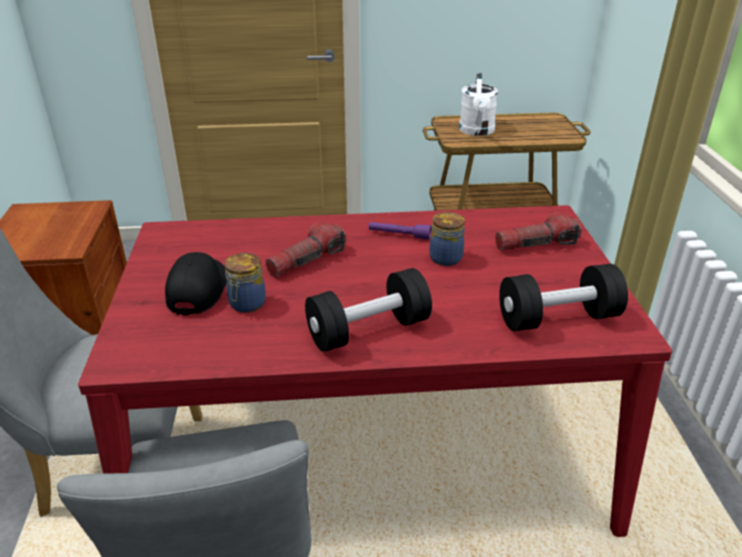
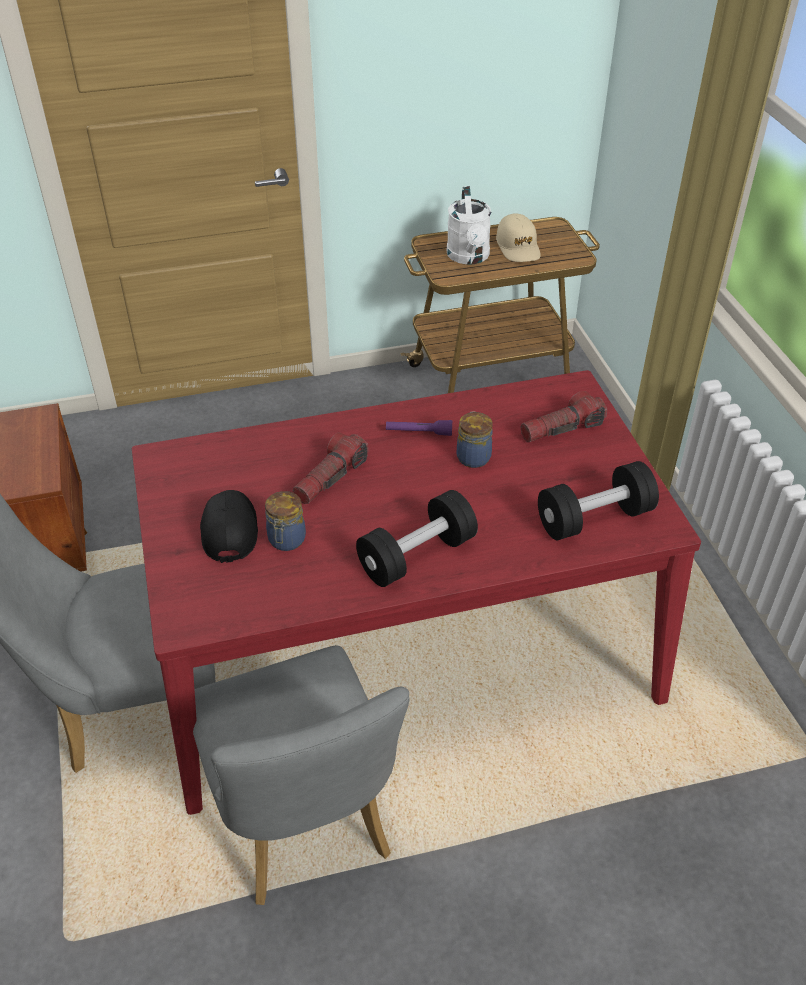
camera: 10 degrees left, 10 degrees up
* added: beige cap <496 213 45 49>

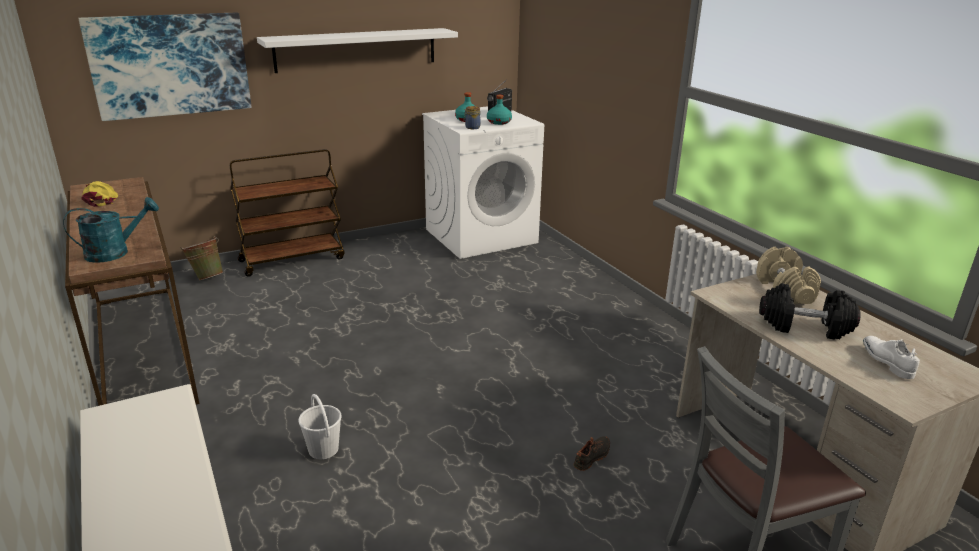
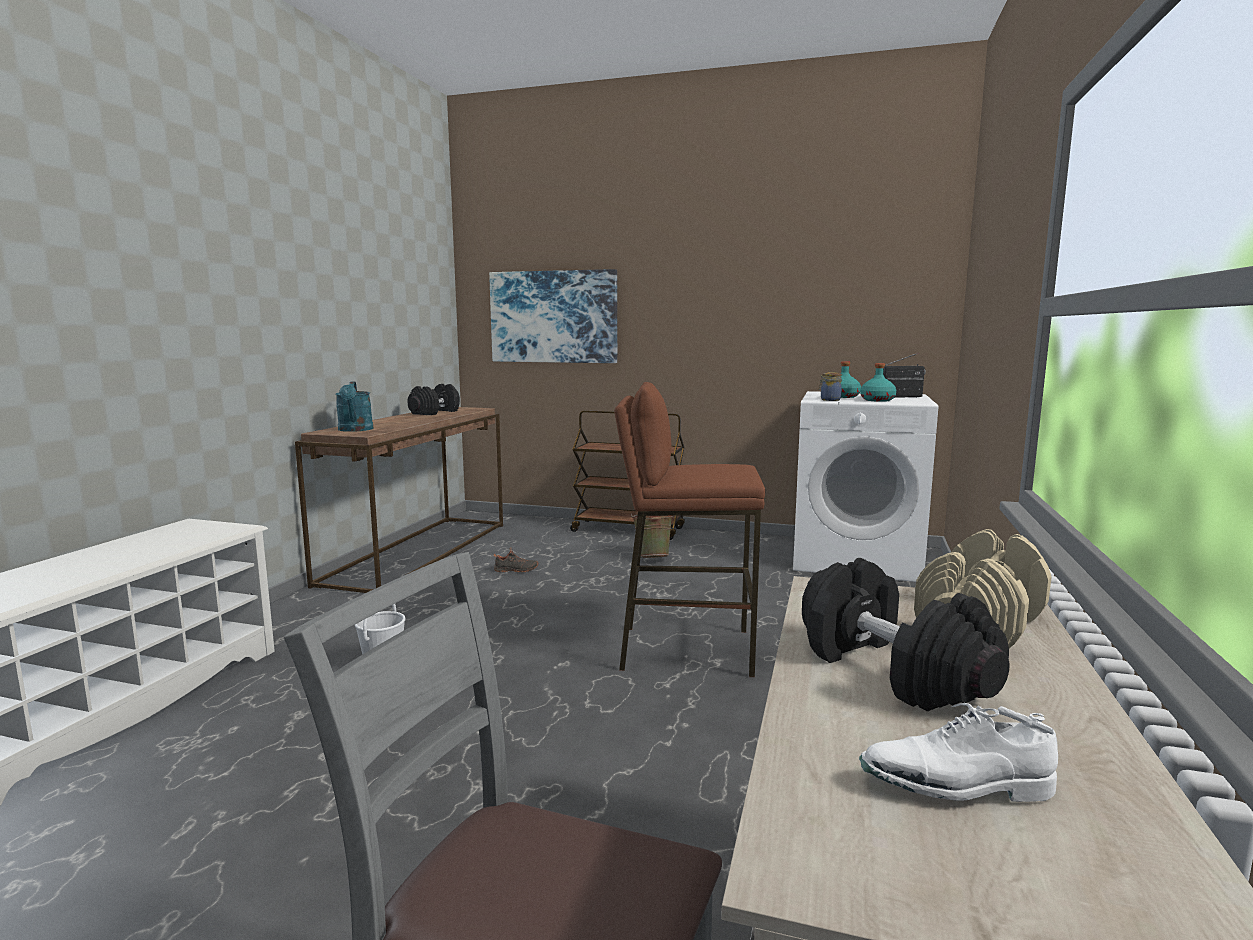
camera: 45 degrees right, 15 degrees down
* removed: white shelf <257 28 201 45>
* replaced: yellow cap <81 181 37 26> to black dumbbell <407 384 53 31>
* turned: turquoise watering can <63 197 96 66> = <335 382 38 50> 60 degrees clockwise
* moved: green bucket <180 236 43 44> to <631 514 42 44>
* turned: white shoe <863 336 57 43> = <859 703 199 99> 120 degrees counterclockwise
* moved: black shoe <574 436 36 35> to <494 547 44 25>
* added: brown stool <614 382 151 295>

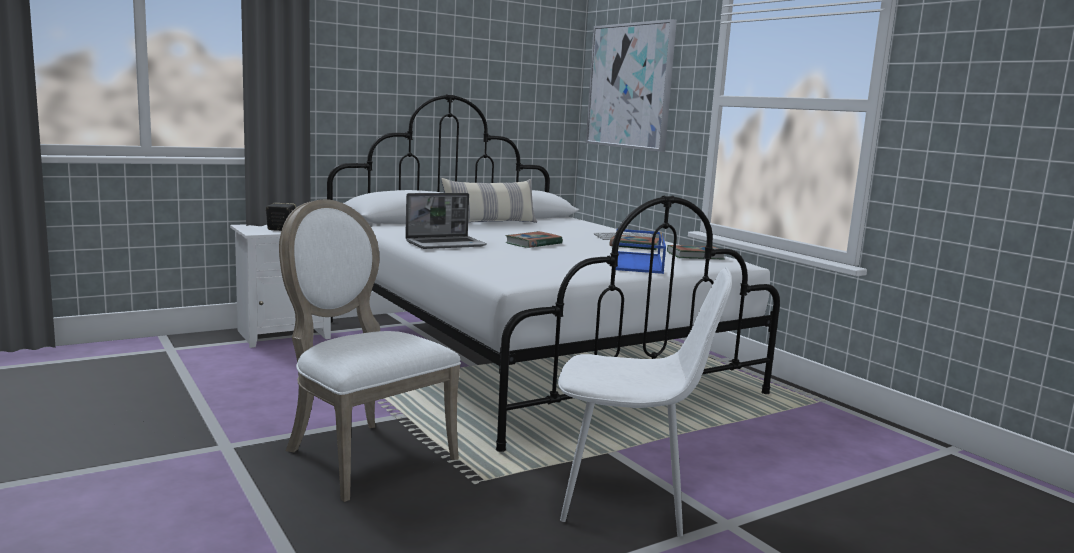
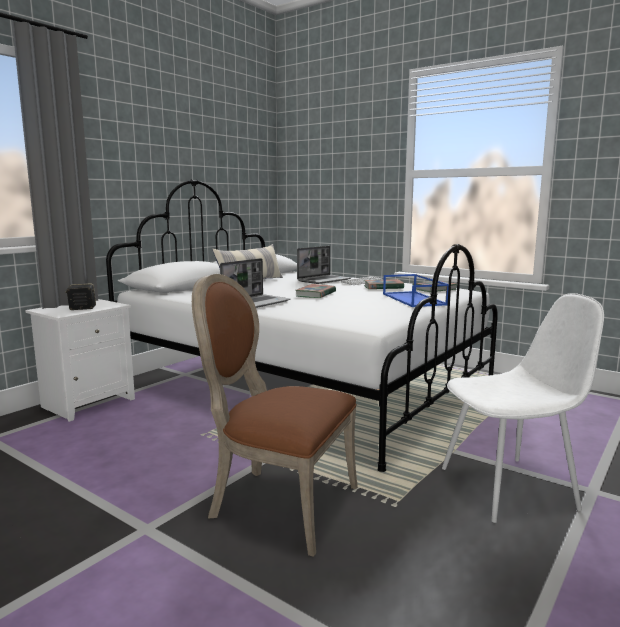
camera: 20 degrees left, 0 degrees up
* removed: picture <586 19 91 133>
* recoloured: white chair <279 199 182 303> to brown chair <192 274 166 283>
* added: laptop <297 246 54 38>

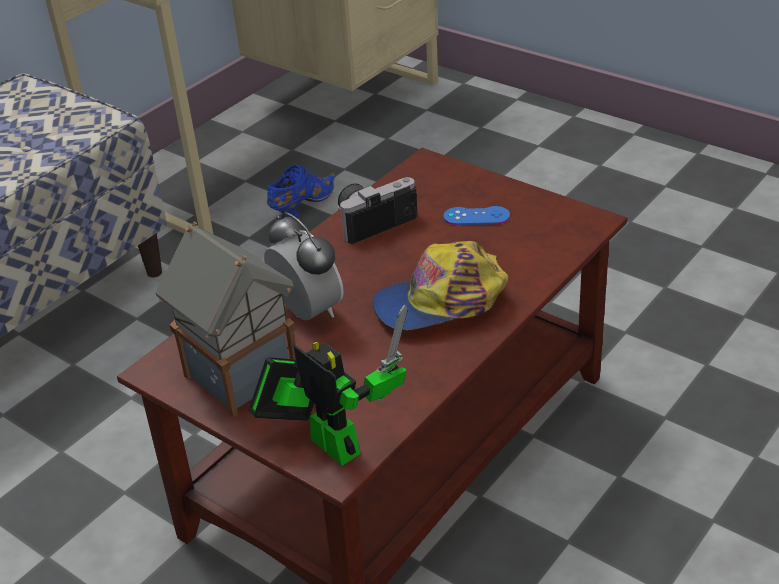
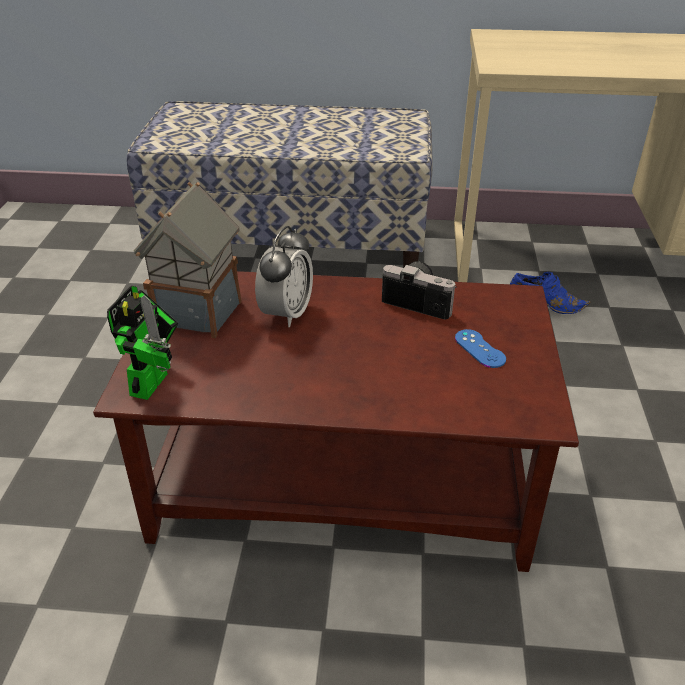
camera: 55 degrees right, 0 degrees up
* removed: cap <373 241 135 89>

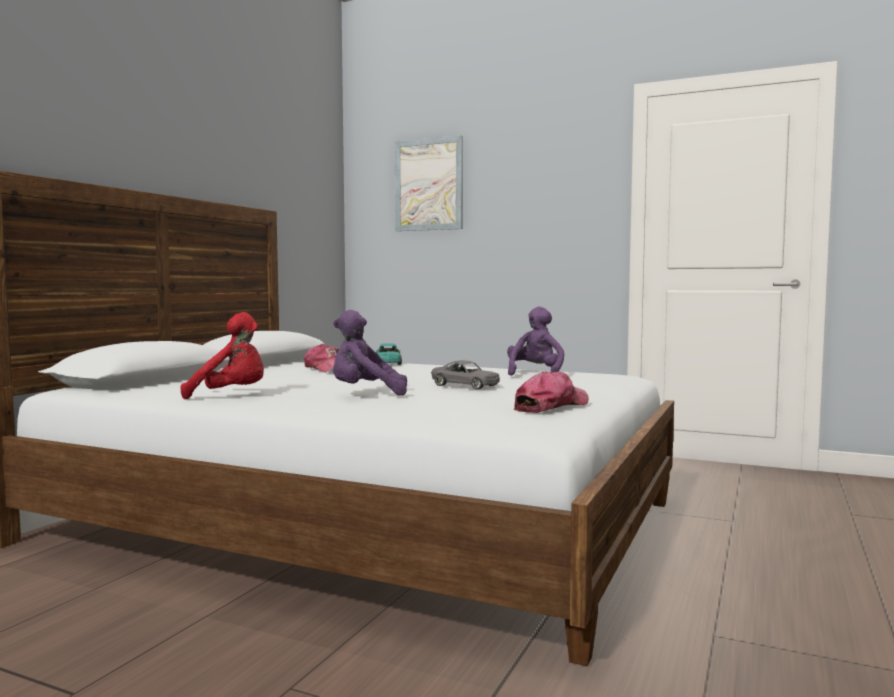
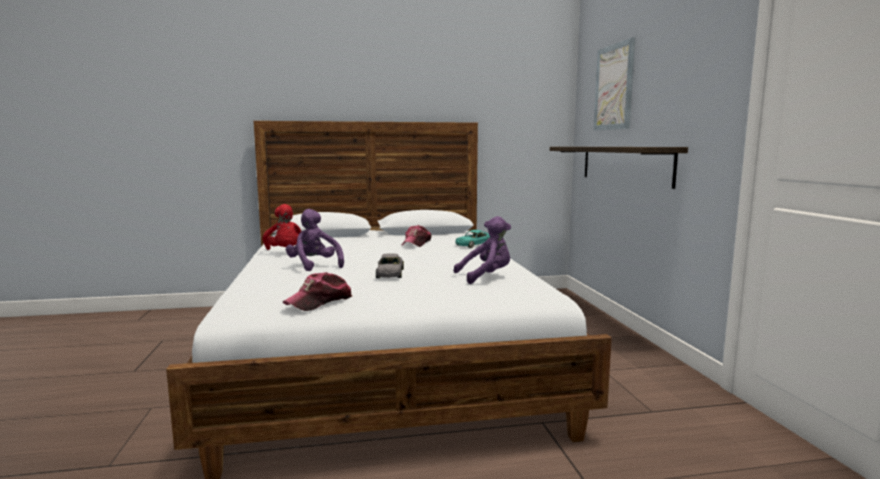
camera: 55 degrees right, 5 degrees up
* turned: cap <513 371 76 42> = <283 272 69 39> 120 degrees clockwise
* added: shelf <550 147 138 42>

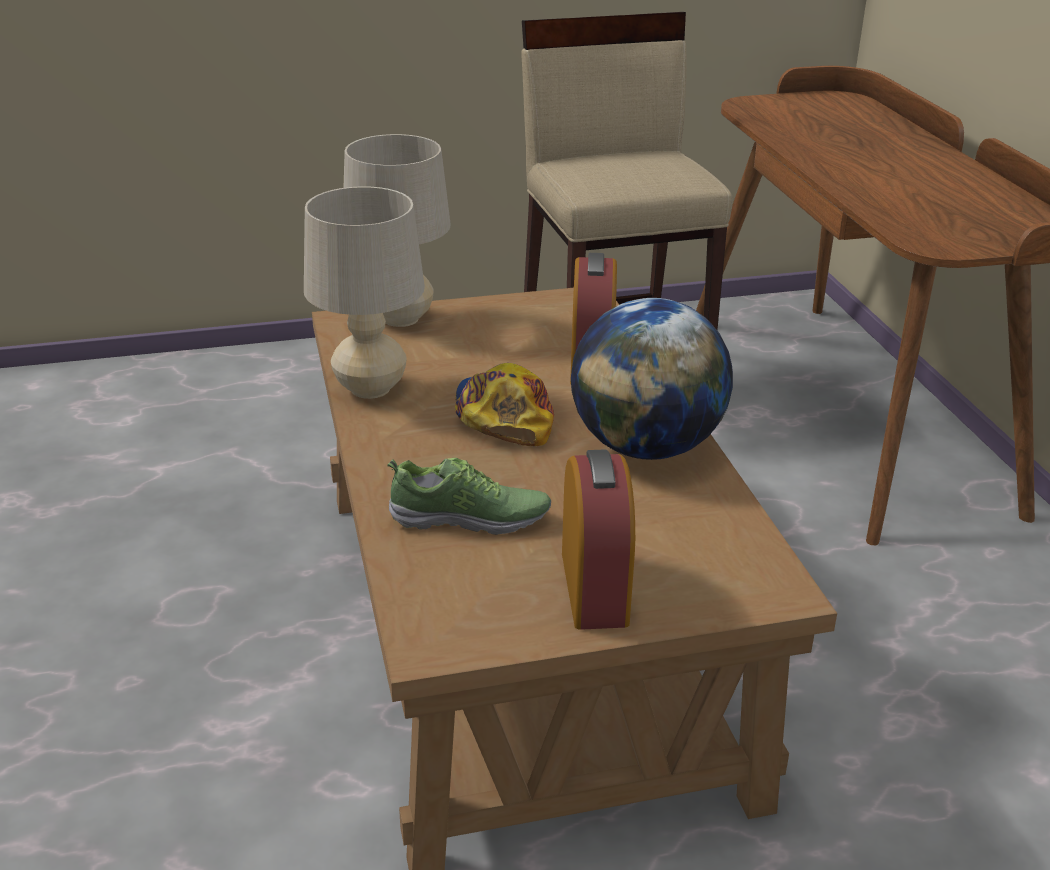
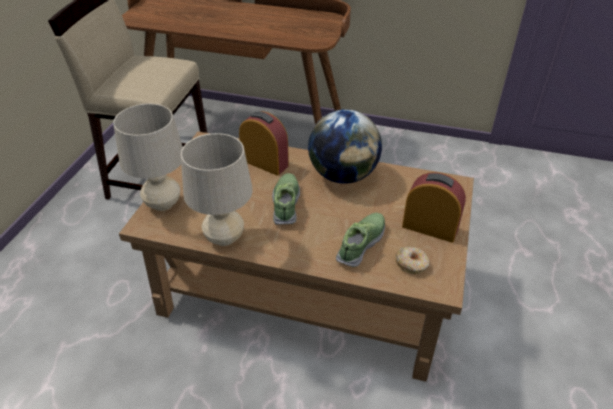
camera: 60 degrees left, 10 degrees up
* replaced: cap <455 363 99 83> to shoe <272 173 28 52>
* added: donut <395 246 35 28>

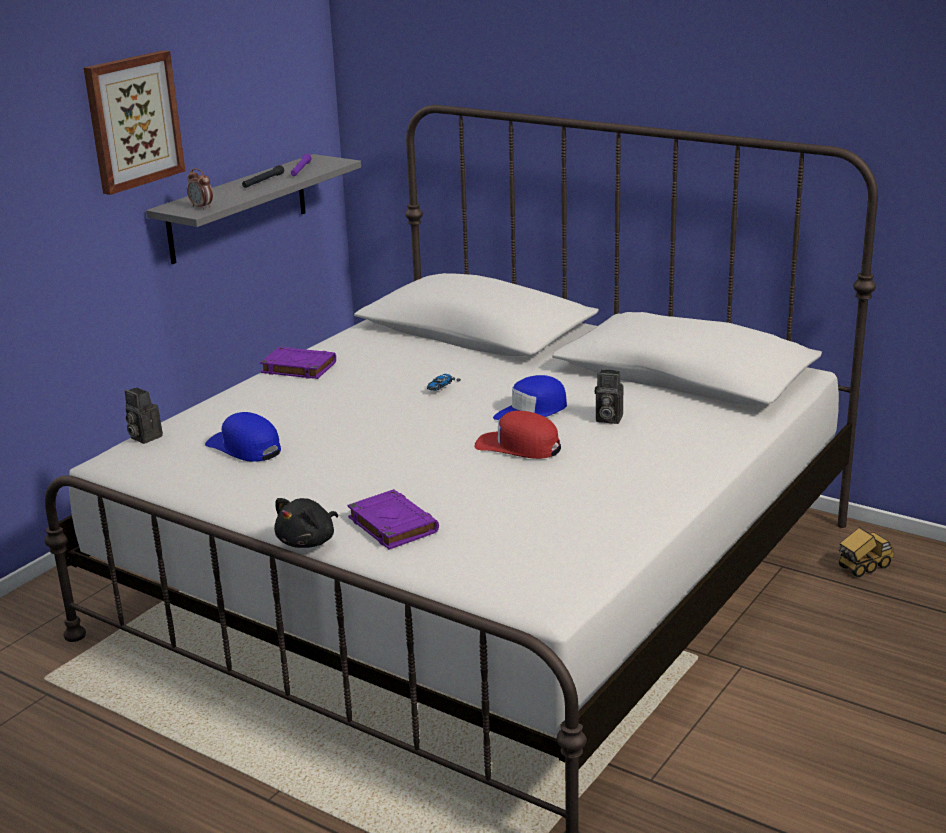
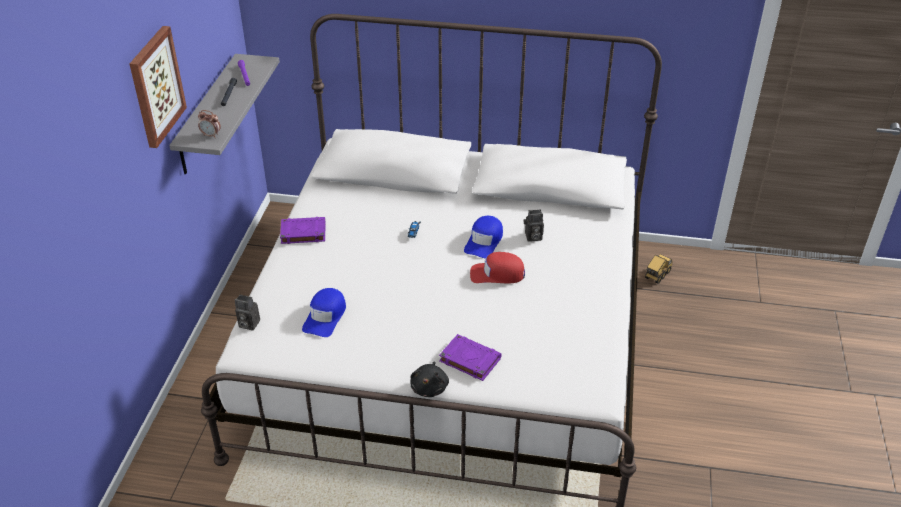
camera: 25 degrees left, 15 degrees up
* turned: blue cap <205 412 76 50> = <302 288 44 49> 90 degrees counterclockwise

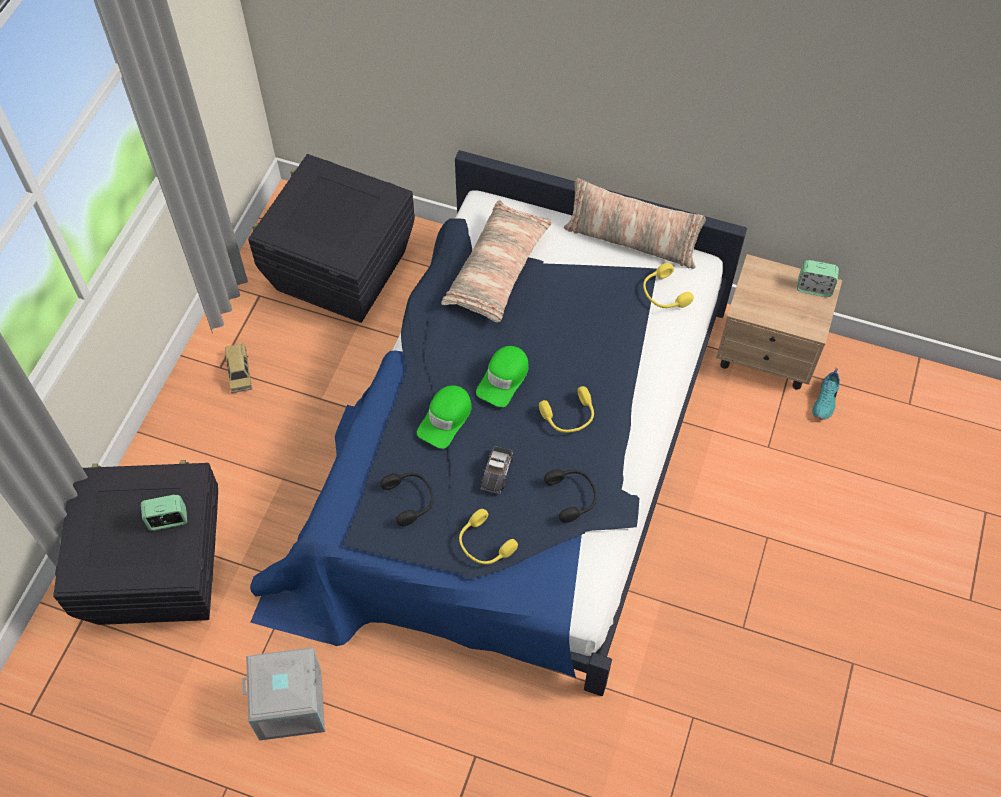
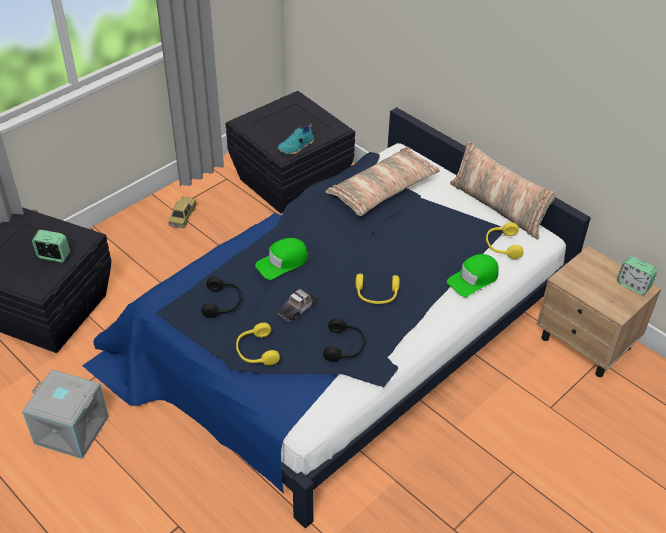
camera: 25 degrees right, 15 degrees down
* moved: green cap <476 346 53 62> to <447 254 52 43>
* moved: turquoise shoe <812 368 28 52> to <277 124 37 31>

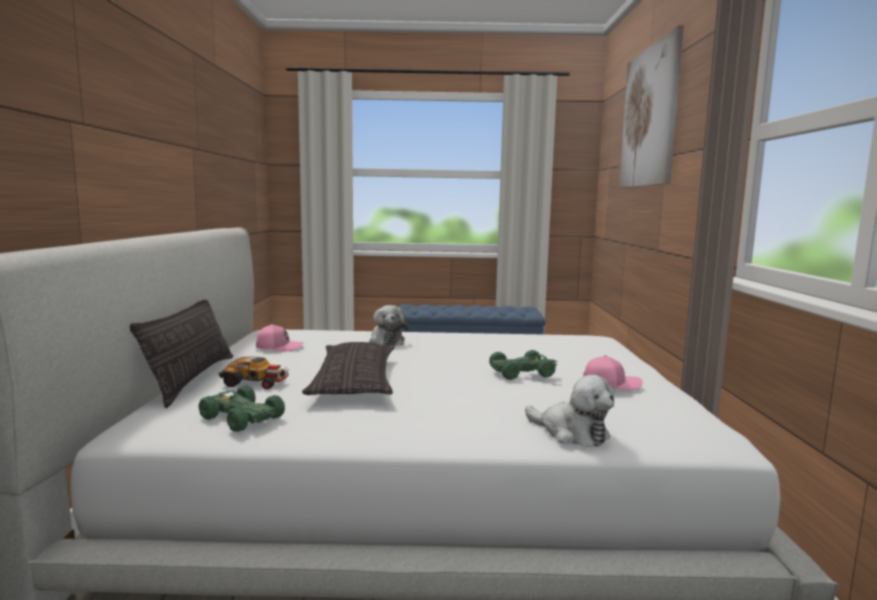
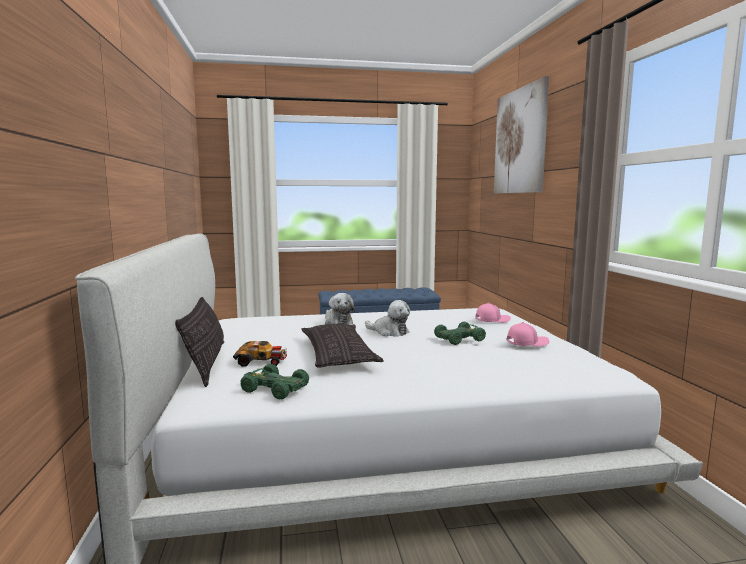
camera: 10 degrees left, 0 degrees up
* moved: pink cap <256 324 48 27> to <475 303 36 20>
* moved: plush toy <525 375 89 72> to <365 300 45 37>

